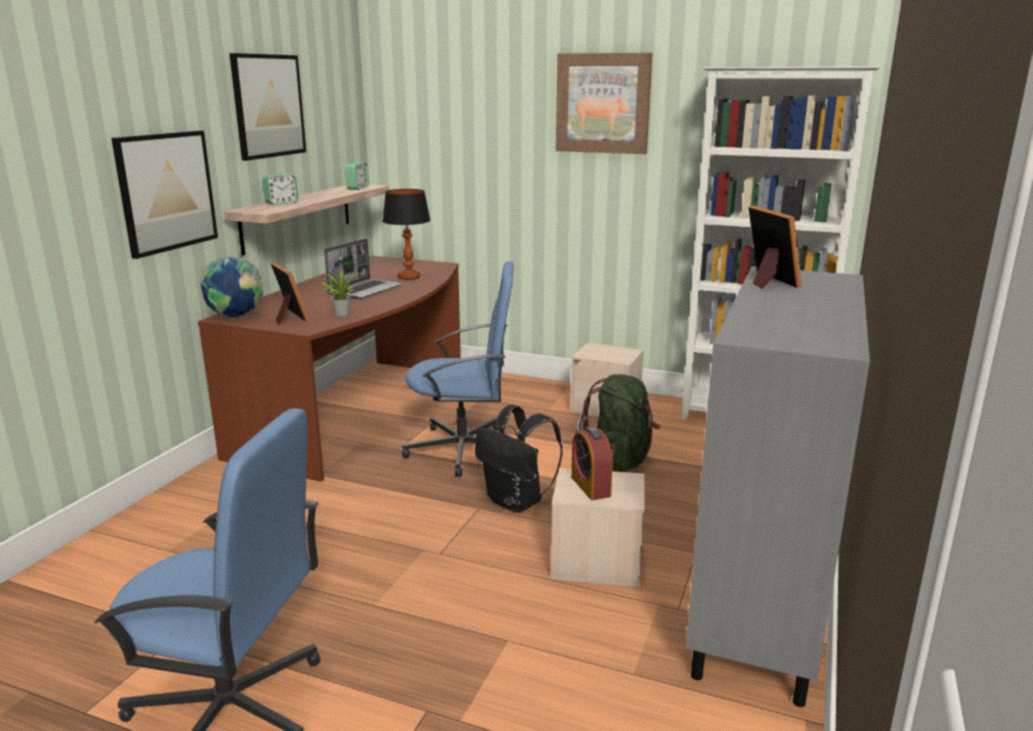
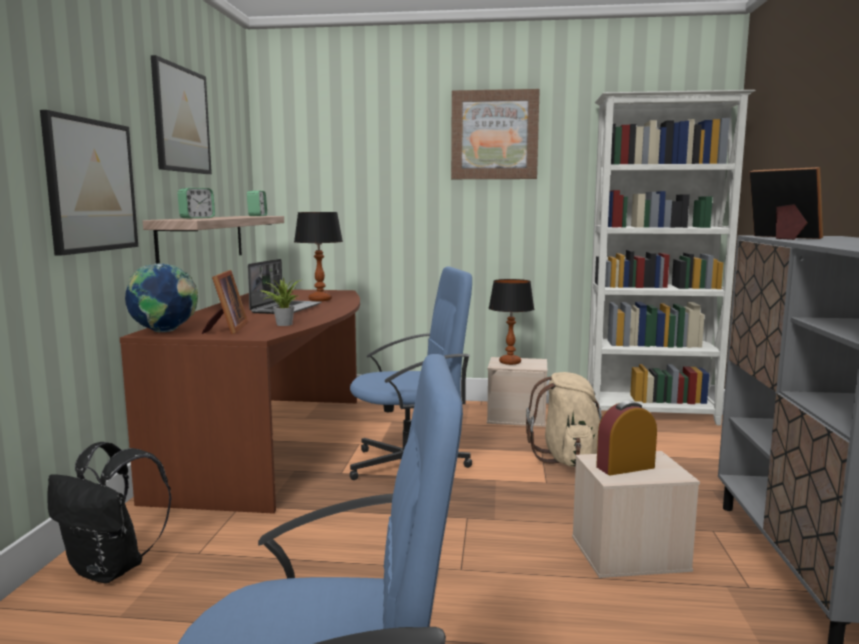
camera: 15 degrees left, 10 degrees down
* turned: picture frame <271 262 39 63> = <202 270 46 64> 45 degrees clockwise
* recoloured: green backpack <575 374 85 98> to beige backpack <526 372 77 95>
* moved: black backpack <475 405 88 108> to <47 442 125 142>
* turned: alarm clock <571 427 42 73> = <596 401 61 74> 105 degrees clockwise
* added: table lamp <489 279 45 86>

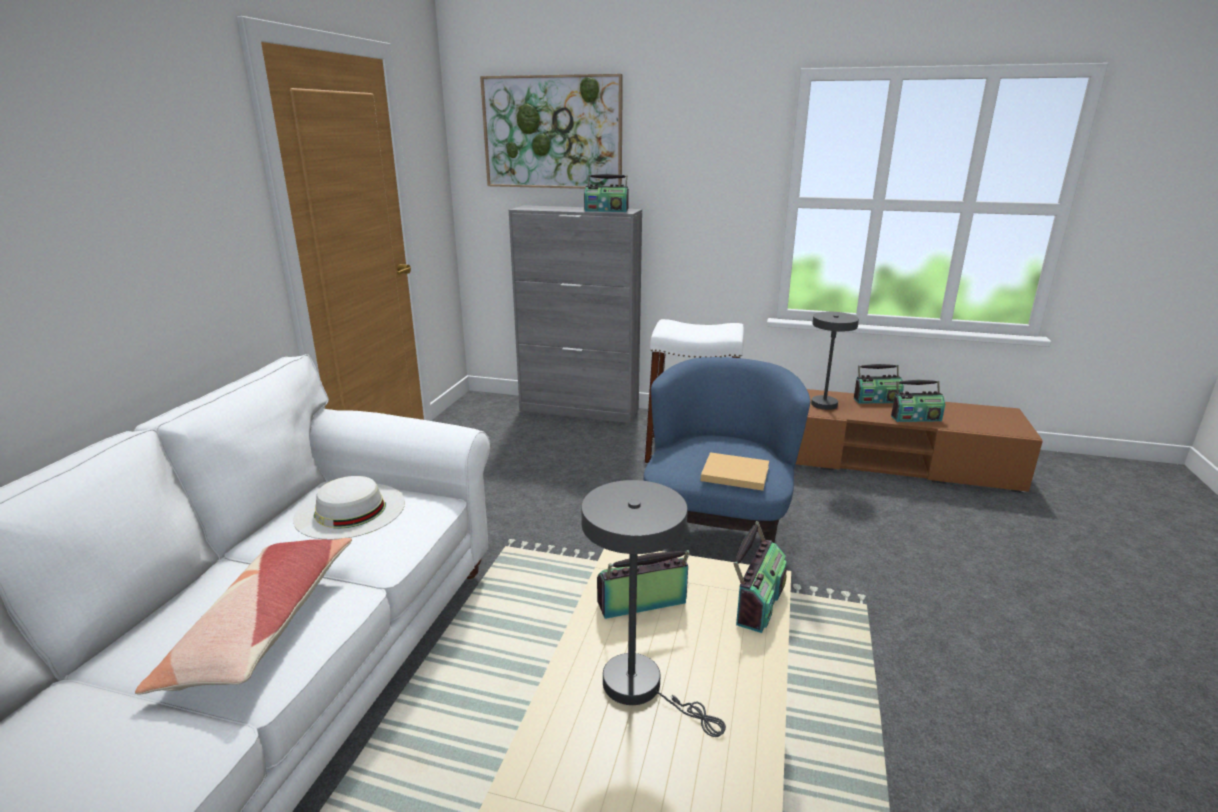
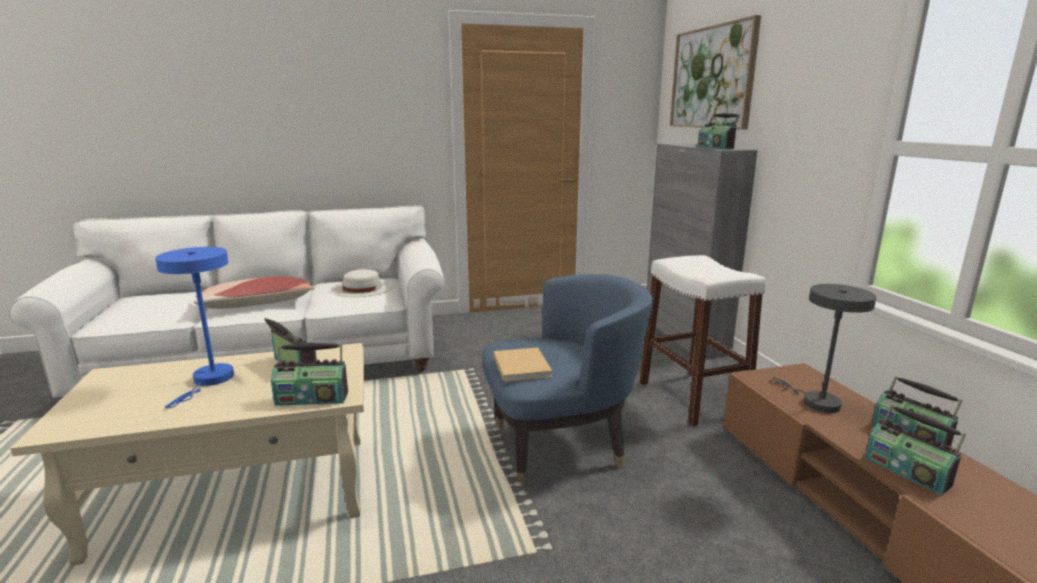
camera: 60 degrees right, 5 degrees down
* recoloured: grey table lamp <581 480 145 257> to blue table lamp <155 247 79 161>

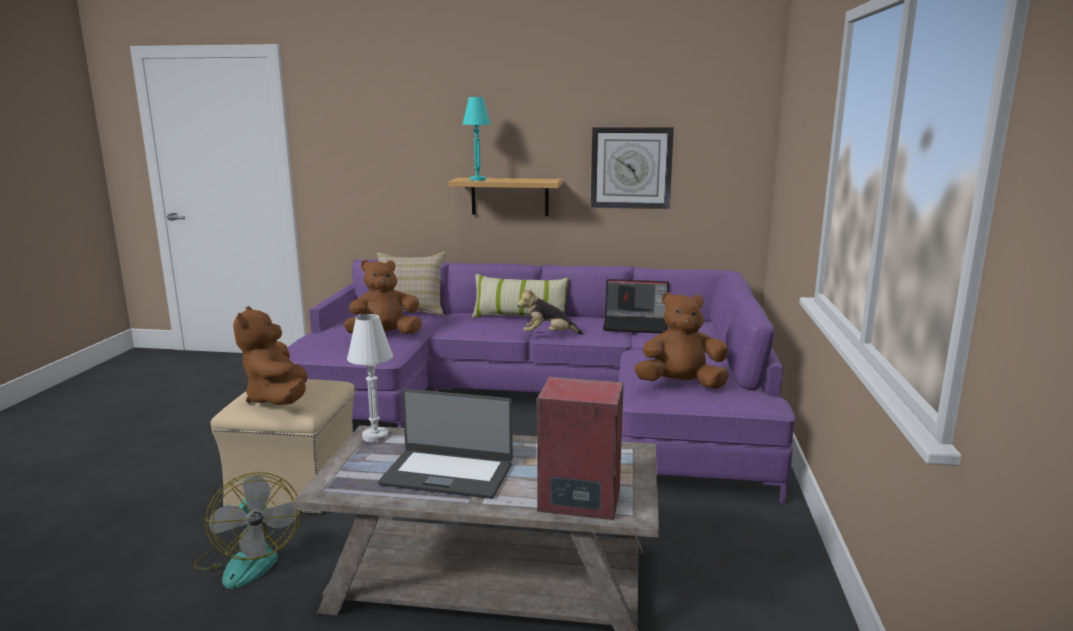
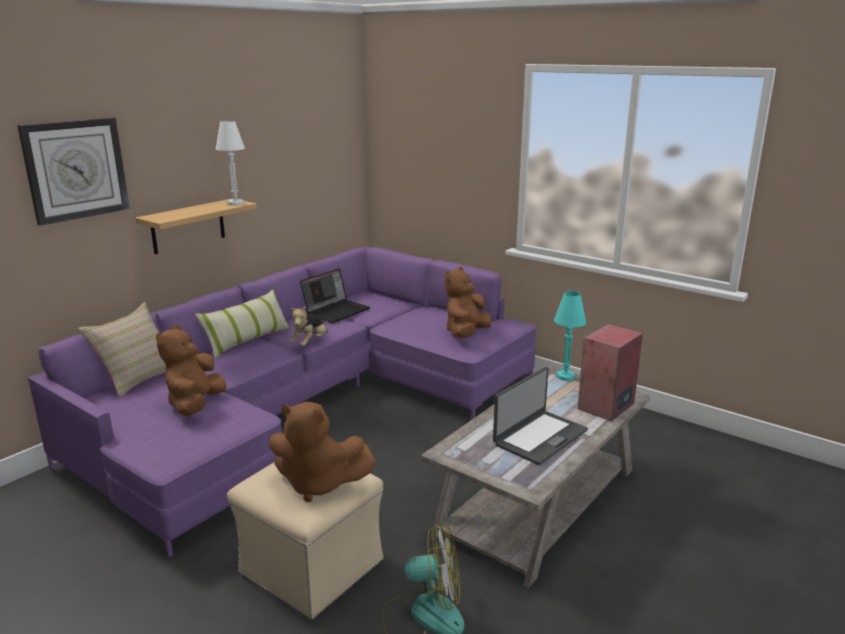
camera: 60 degrees left, 5 degrees up
* moved: turquoise table lamp <462 97 29 84> to <554 291 32 90>
* moved: wall clock <591 127 83 82> to <17 118 113 108>
* moved: white table lamp <347 314 46 128> to <215 121 30 84>

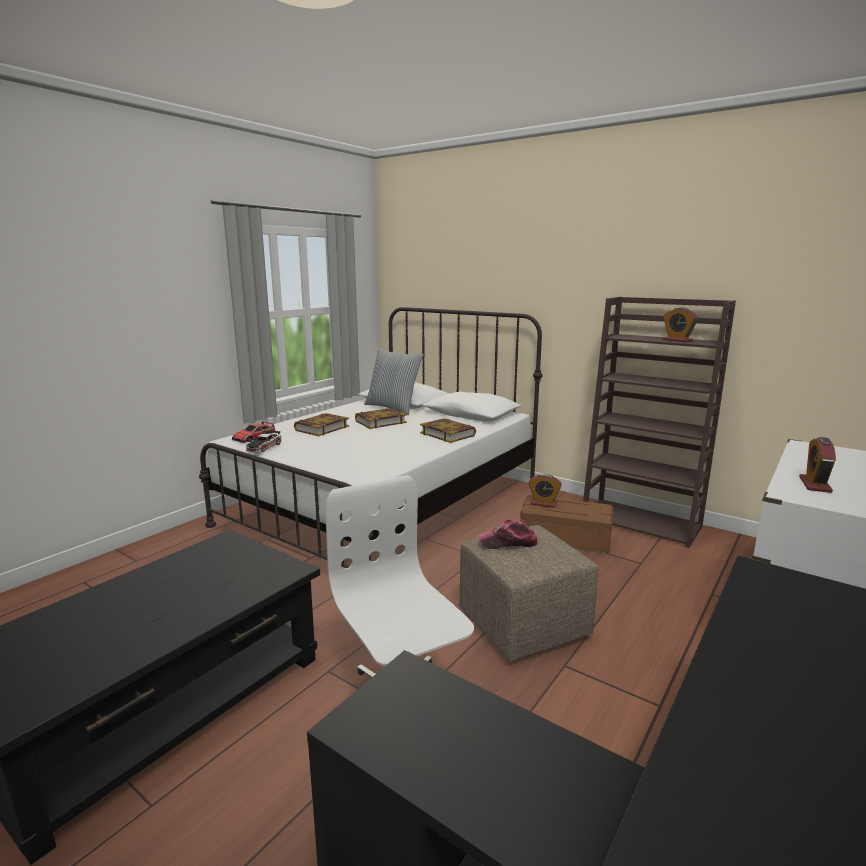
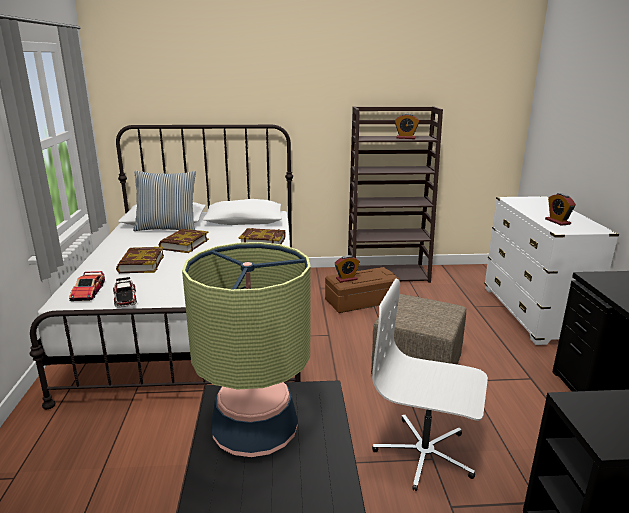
camera: 40 degrees left, 5 degrees up
* removed: cap <478 519 60 30>
* added: table lamp <182 242 129 215>

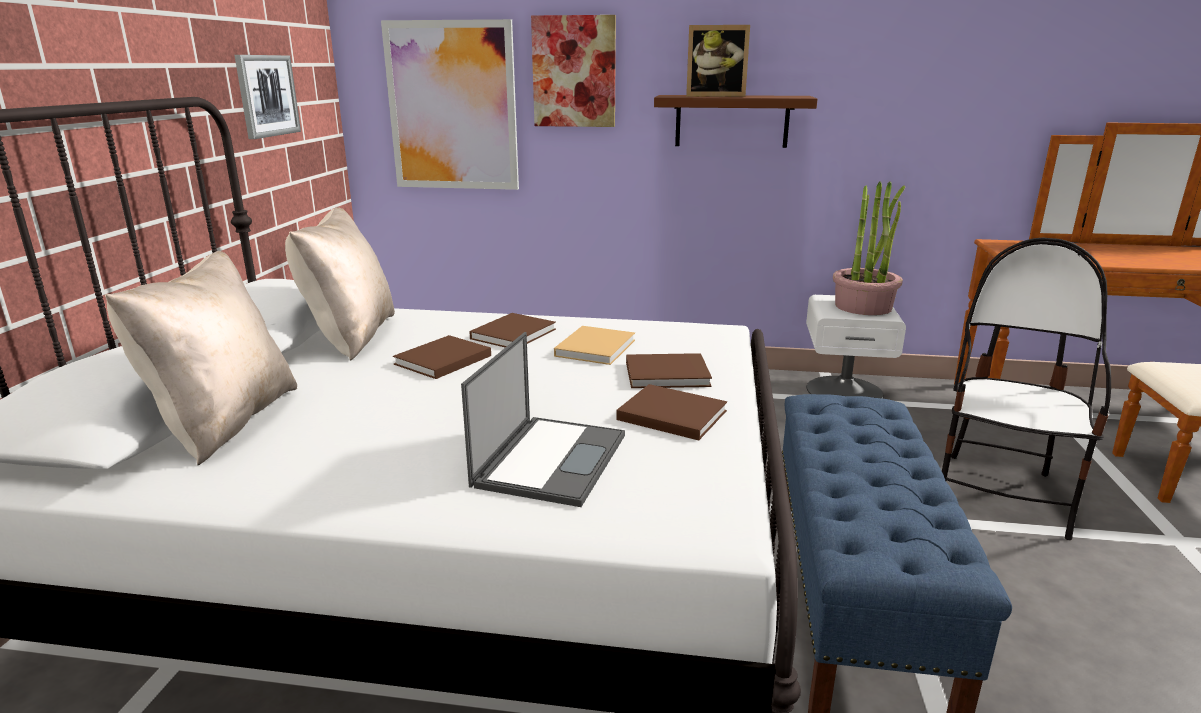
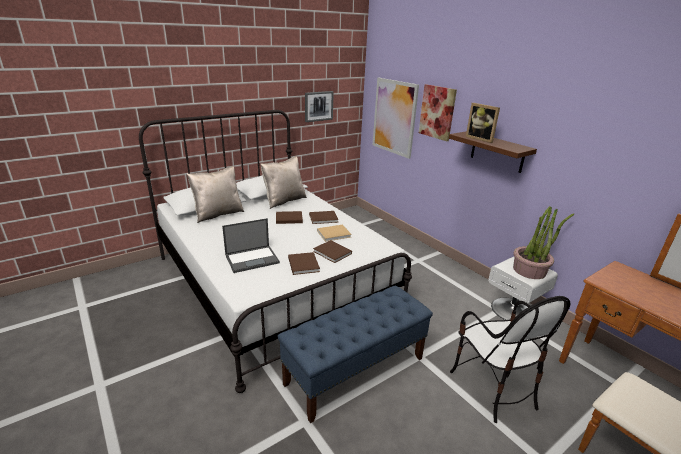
camera: 45 degrees right, 5 degrees up
* turned: chair <942 238 169 302> = <450 296 121 127> 90 degrees clockwise

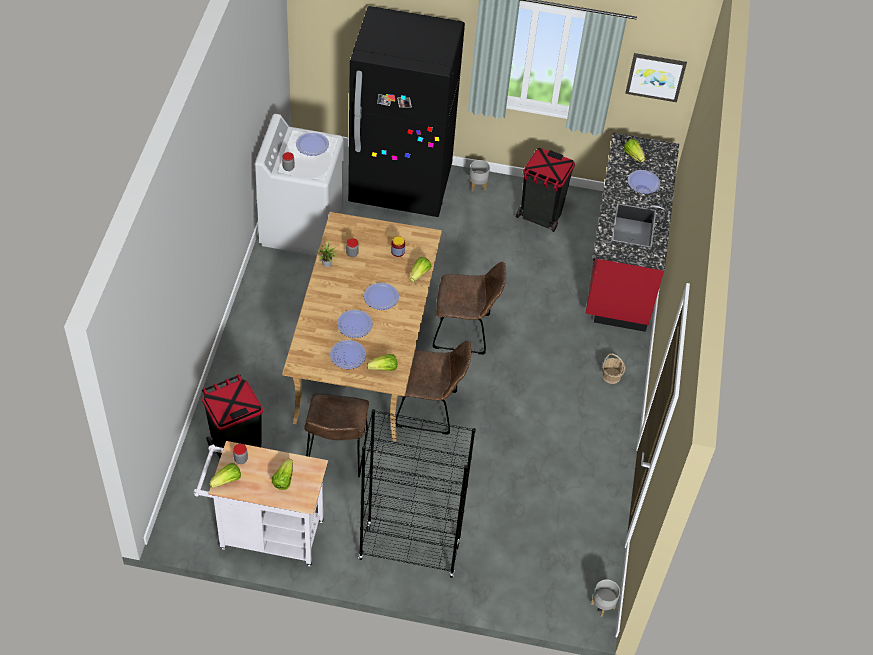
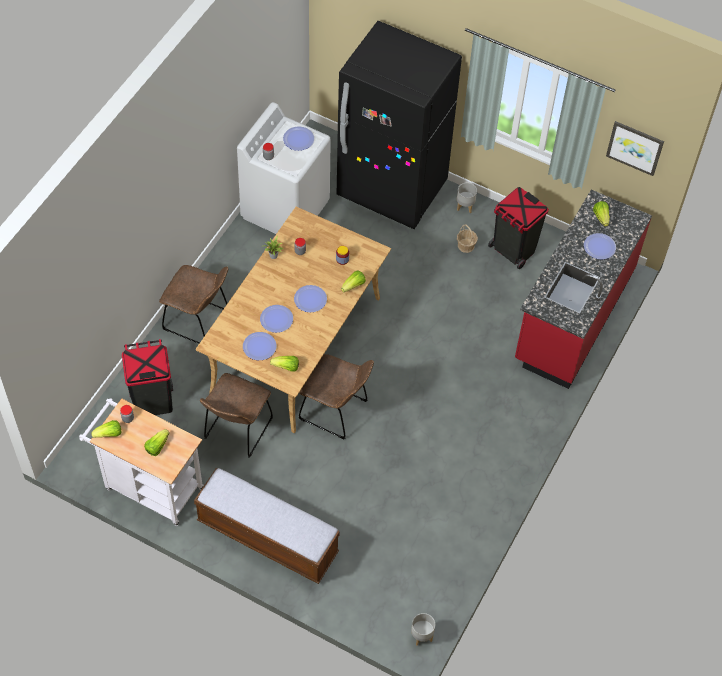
camera: 20 degrees right, 5 degrees up
* moved: brown chair <433 261 73 93> to <159 265 69 79>
* moved: basket <602 353 24 31> to <457 224 21 29>
* replaced: black bookcase <358 409 118 169> to bench <194 468 146 116>

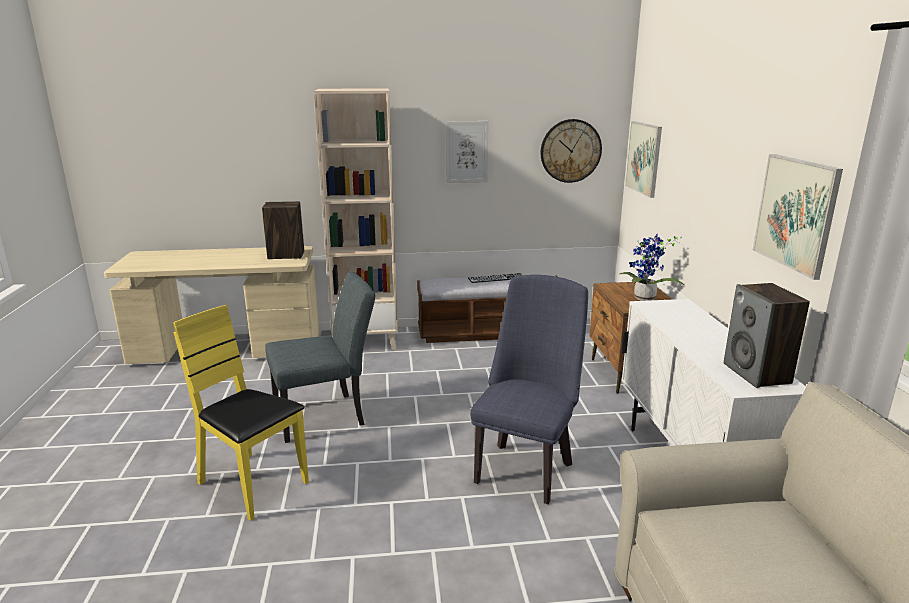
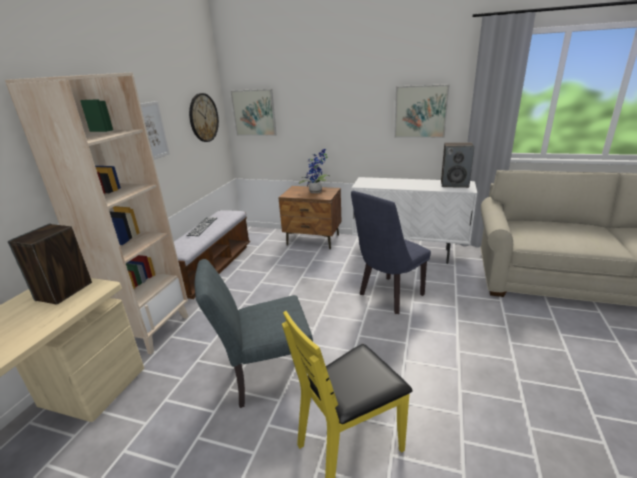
camera: 65 degrees left, 5 degrees up
* turned: grey chair <265 272 110 171> = <195 259 118 149> 105 degrees counterclockwise
* turned: blue chair <470 275 118 229> = <351 191 80 123> 90 degrees counterclockwise

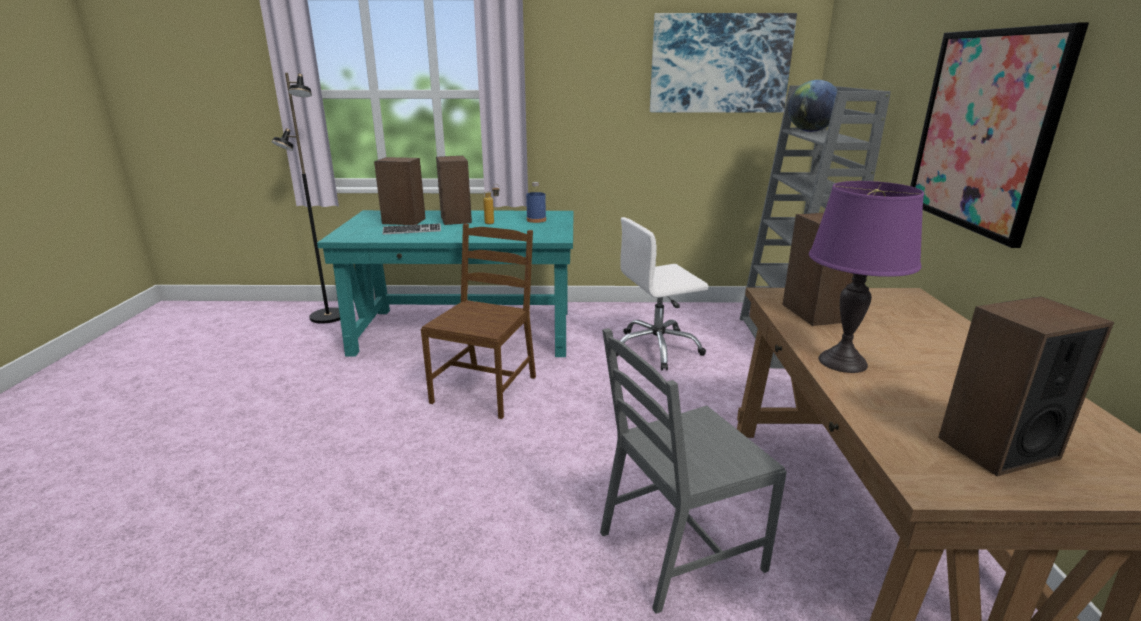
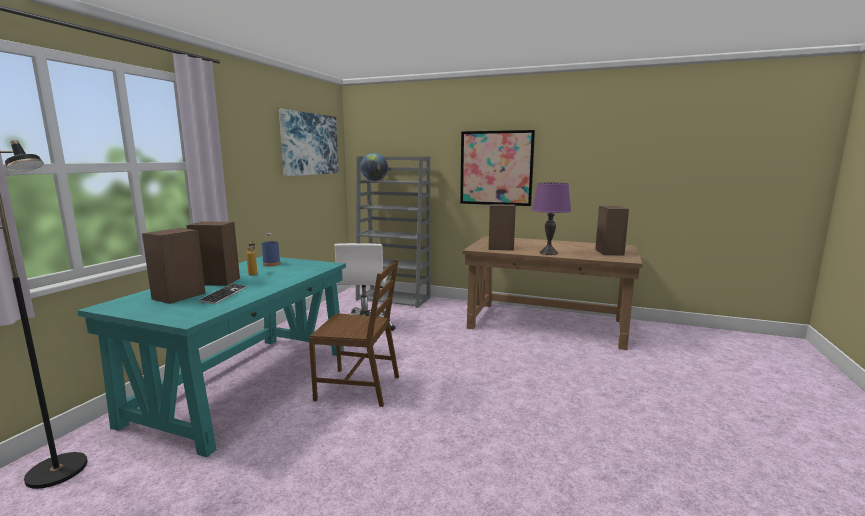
camera: 70 degrees left, 10 degrees down
* turned: brown chair <421 224 115 195> = <309 259 90 148> 150 degrees clockwise
* removed: grey chair <600 328 187 286>

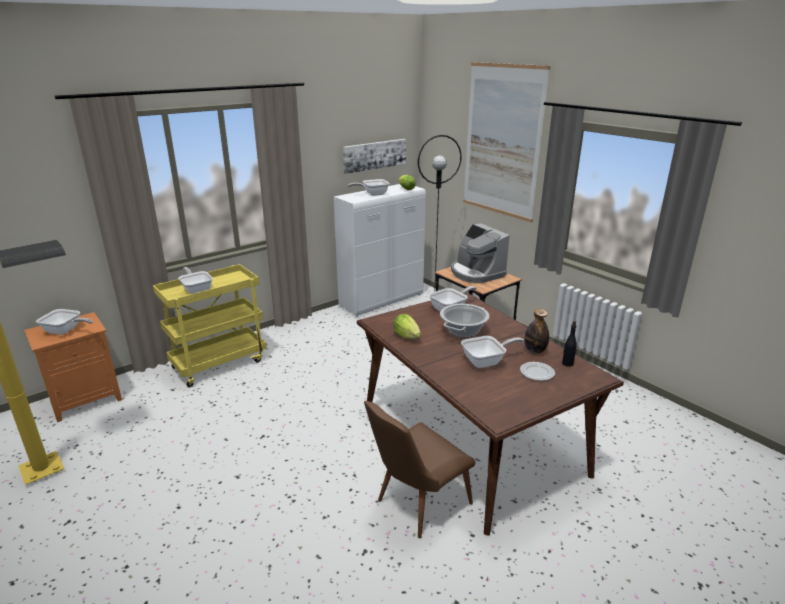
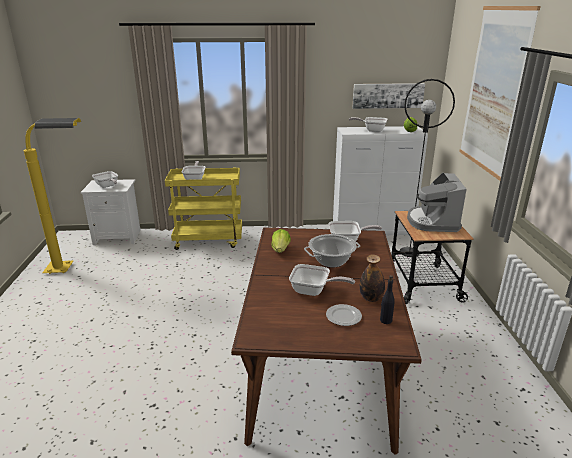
camera: 35 degrees right, 0 degrees up
* recoloured: orange nightstand <24 312 98 110> to white nightstand <80 179 61 66>
* removed: brown chair <364 401 111 138>

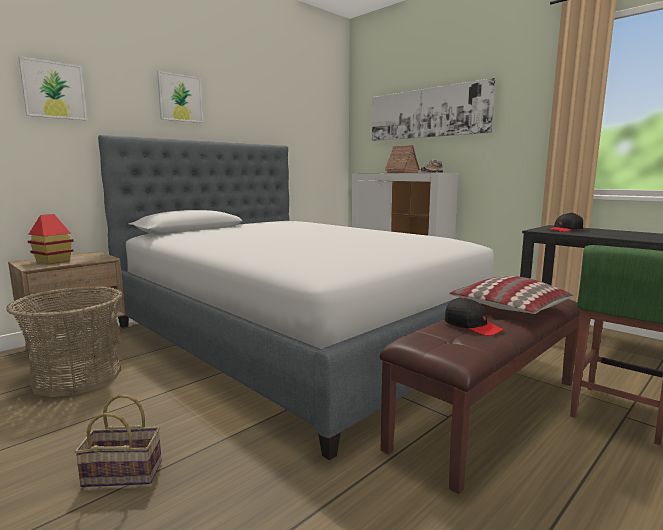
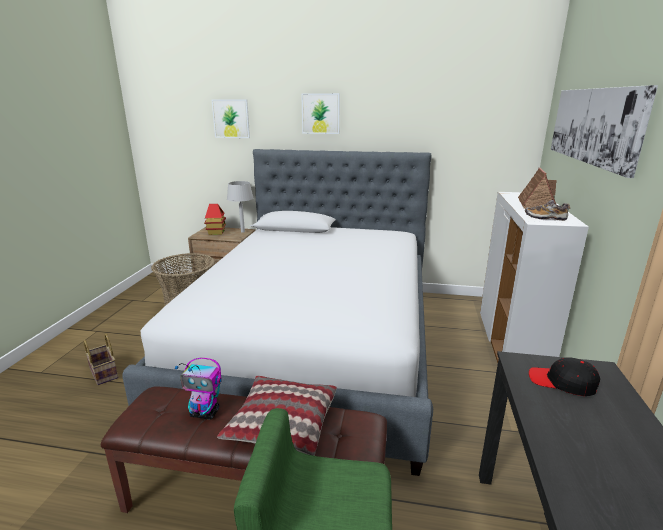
camera: 55 degrees right, 10 degrees up
* replaced: black cap <445 297 59 39> to toy robot <175 358 47 62>
* added: grey table lamp <227 181 27 52>

